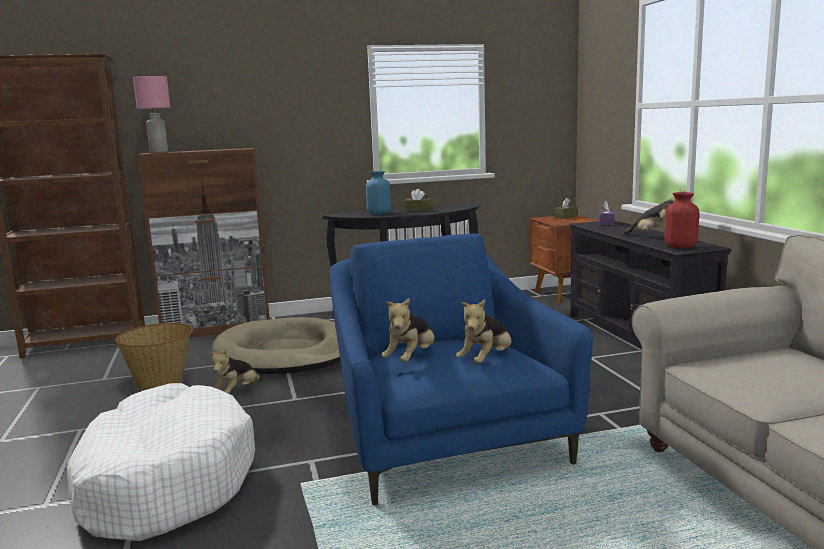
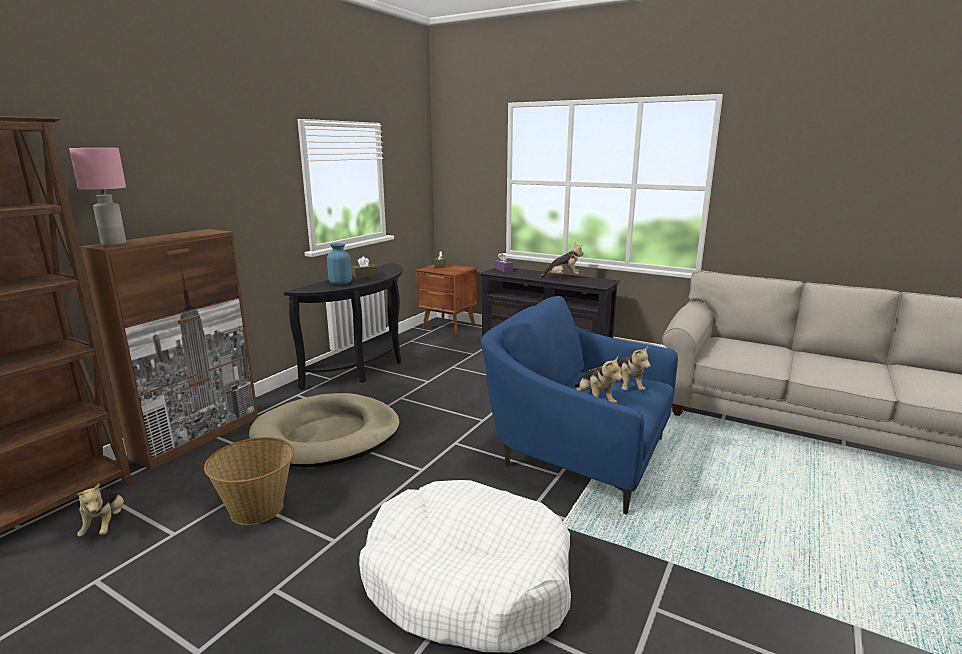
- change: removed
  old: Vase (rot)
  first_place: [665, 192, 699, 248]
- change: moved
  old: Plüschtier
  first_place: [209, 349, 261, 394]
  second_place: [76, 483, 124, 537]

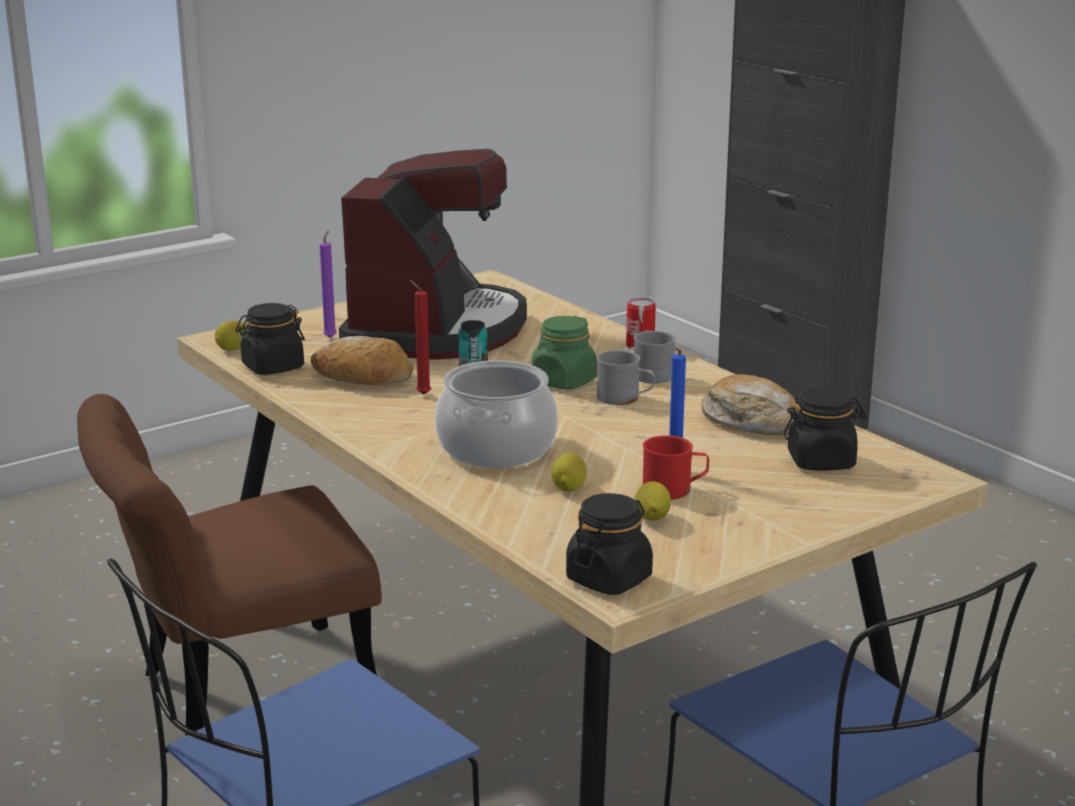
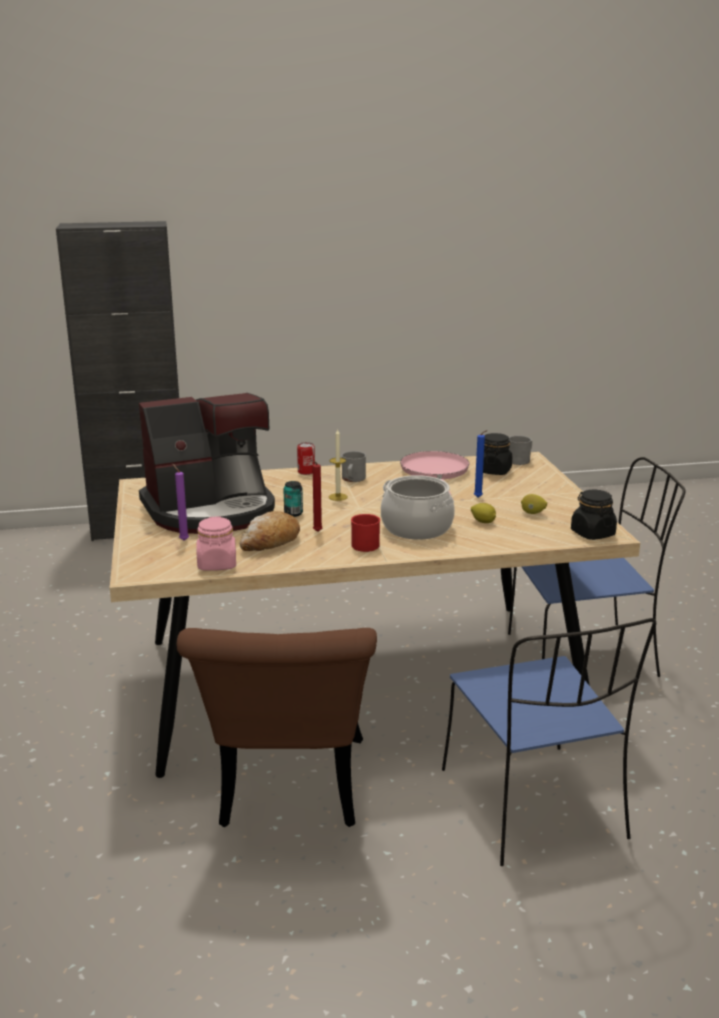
- change: turned
  old: Kaffeemaschine
  first_place: [339, 149, 527, 360]
  second_place: [139, 393, 275, 534]
  degrees: 120
- change: recoloured
  old: Vorratsglas (schwarz)
  new: Vorratsglas (rosa)
  first_place: [236, 303, 305, 375]
  second_place: [196, 516, 236, 571]
- change: replaced
  old: Vorratsglas (grün)
  new: Kerze
  first_place: [532, 316, 597, 390]
  second_place: [329, 428, 348, 501]
- change: removed
  old: Zitrone
  first_place: [215, 320, 248, 351]
- change: moved
  old: Henkelbecher (grau)
  first_place: [597, 350, 655, 405]
  second_place: [509, 435, 532, 465]
- change: replaced
  old: Brot
  new: Pfanne (rosa)
  first_place: [701, 374, 799, 435]
  second_place: [400, 451, 470, 495]
- change: moved
  old: Henkelbecher (rot)
  first_place: [643, 435, 709, 500]
  second_place: [351, 514, 380, 552]

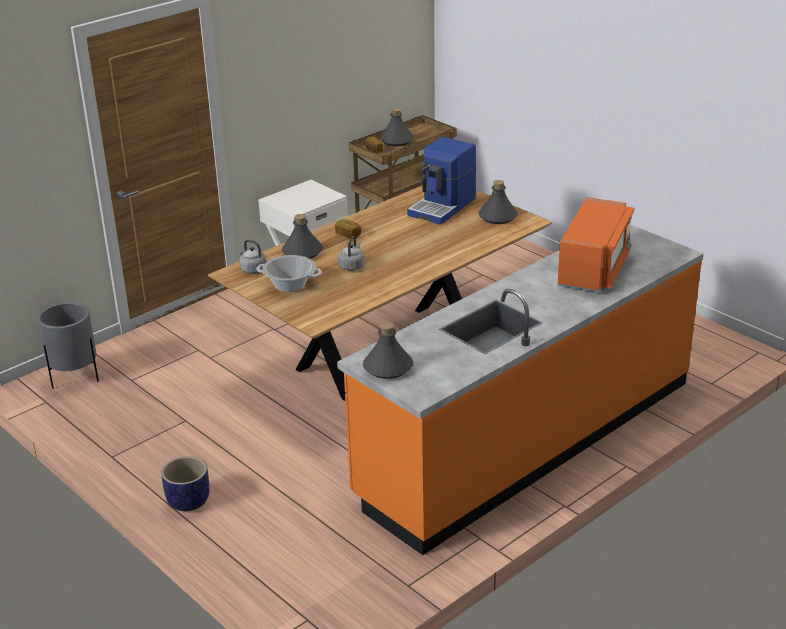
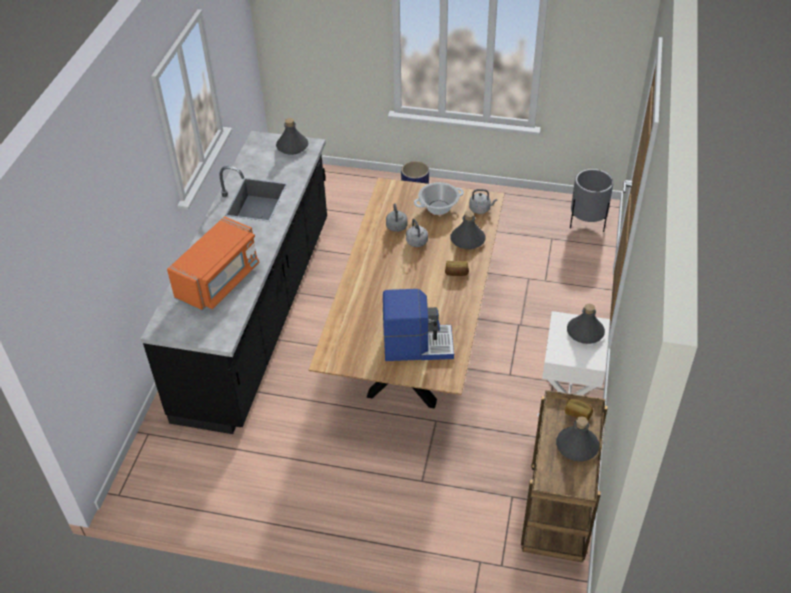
- change: turned
  old: Kaffeemaschine
  first_place: [407, 137, 476, 225]
  second_place: [383, 289, 454, 361]
  degrees: 90
- change: moved
  old: Flasche (grau)
  first_place: [478, 180, 518, 224]
  second_place: [567, 304, 605, 344]
- change: turned
  old: Mikrowelle (orange)
  first_place: [558, 197, 634, 292]
  second_place: [167, 216, 259, 311]
  degrees: -135
- change: recoloured
  old: Küchenzeile (orange)
  new: Küchenzeile (schwarz)
  first_place: [337, 225, 703, 555]
  second_place: [141, 131, 327, 434]
- change: added
  new: Wasserkessel (grau)
  second_place: [386, 203, 408, 232]

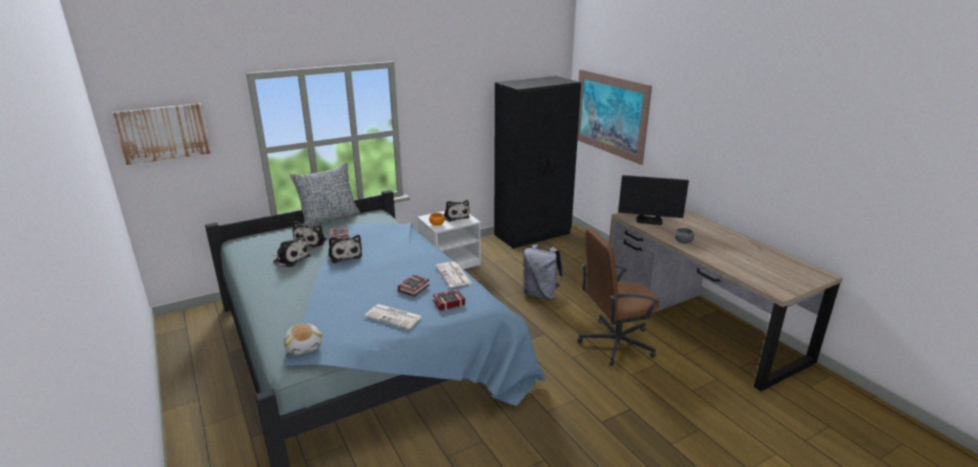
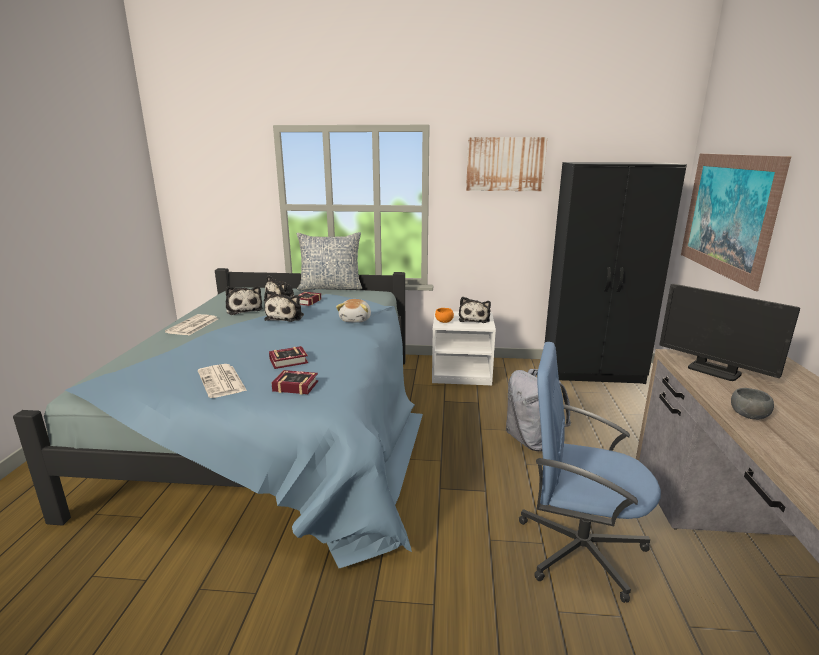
- change: moved
  old: Bild
  first_place: [112, 103, 212, 165]
  second_place: [466, 137, 547, 191]
- change: recoloured
  old: Bürostuhl (braun)
  new: Bürostuhl (blau)
  first_place: [578, 228, 660, 366]
  second_place: [519, 342, 661, 603]
- change: moved
  old: Zeitung
  first_place: [435, 262, 472, 287]
  second_place: [165, 314, 218, 335]
- change: moved
  old: Plüschtier
  first_place: [284, 323, 323, 355]
  second_place: [336, 299, 371, 323]

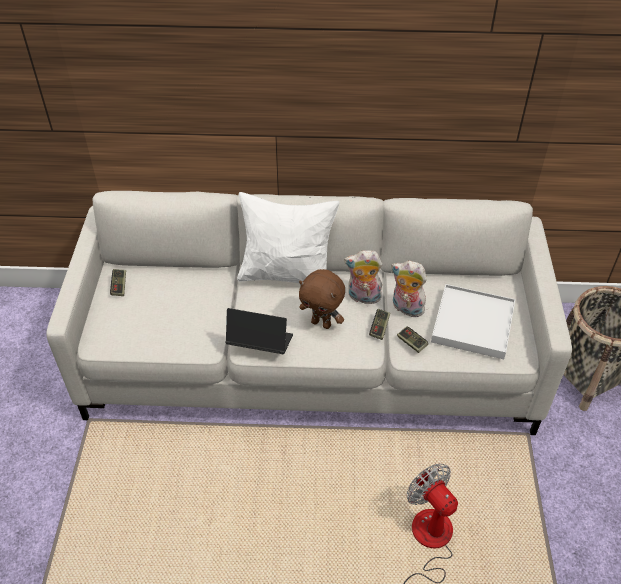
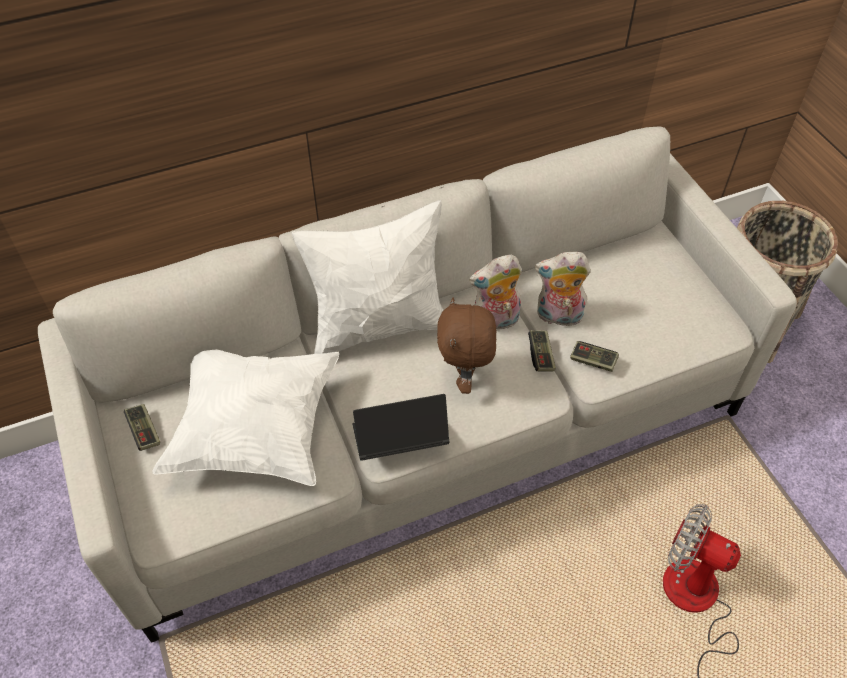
- change: turned
  old: Plüschtier (braun)
  first_place: [299, 269, 345, 329]
  second_place: [437, 298, 496, 394]
  degrees: 90
- change: removed
  old: Tablett (weiß)
  first_place: [431, 284, 515, 359]
- change: added
  new: Kissen (weiß)
  second_place: [152, 349, 339, 486]

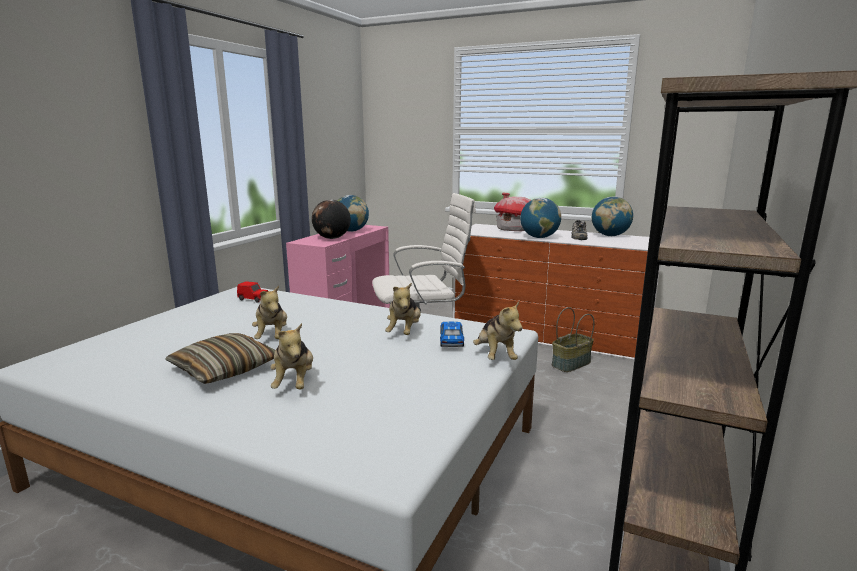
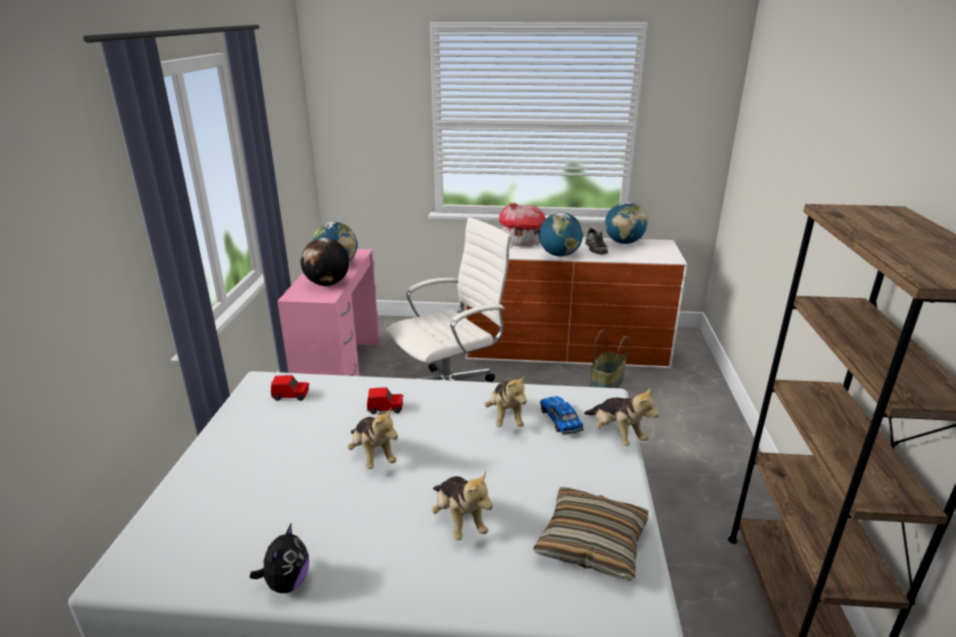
- change: moved
  old: Kissen
  first_place: [165, 333, 275, 384]
  second_place: [533, 487, 648, 581]
- change: added
  new: Spielzeugauto (rot)
  second_place: [367, 387, 403, 414]
- change: added
  new: Plüschtier
  second_place: [250, 524, 309, 593]

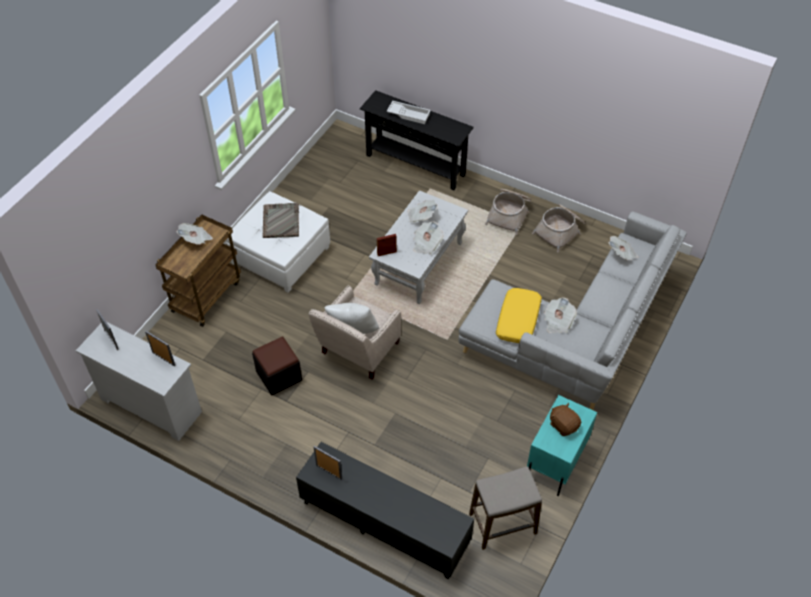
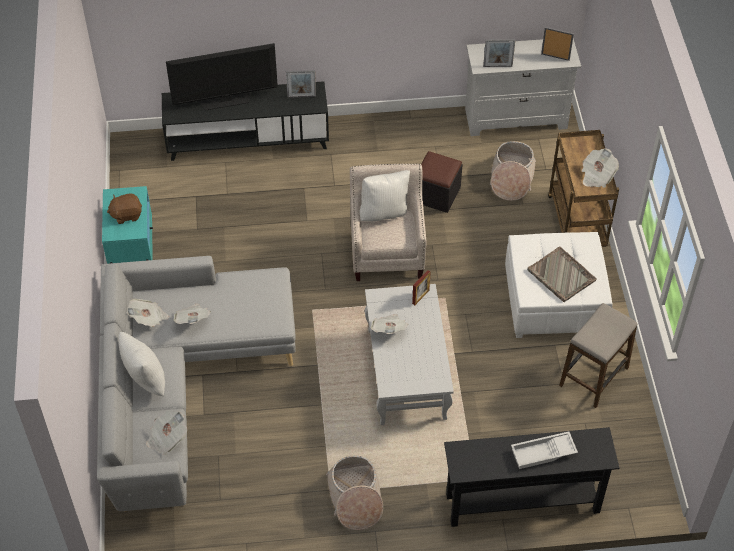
- change: moved
  old: Zeitung
  first_place: [407, 200, 438, 222]
  second_place: [127, 299, 169, 327]
- change: moved
  old: Korb
  first_place: [532, 204, 586, 253]
  second_place: [490, 141, 536, 201]
- change: removed
  old: Kissen (gelb)
  first_place: [496, 288, 542, 343]
- change: turned
  old: Plüschtier (braun)
  first_place: [550, 403, 581, 436]
  second_place: [107, 193, 142, 224]
  degrees: 150
- change: moved
  old: Hocker
  first_place: [469, 466, 542, 550]
  second_place: [559, 303, 637, 408]
- change: added
  new: Fernseher
  second_place: [166, 43, 278, 110]
- change: added
  new: Kissen (weiß)
  second_place: [118, 332, 165, 396]

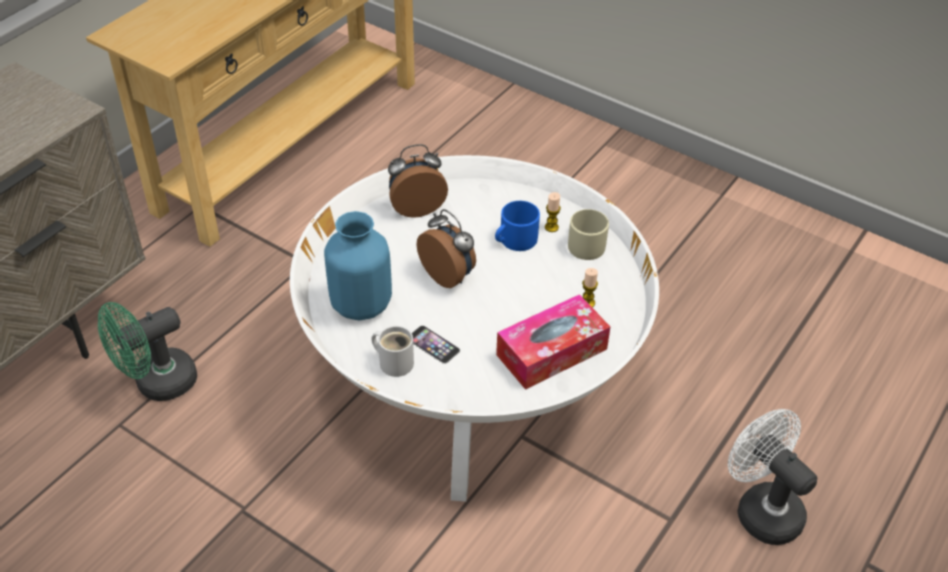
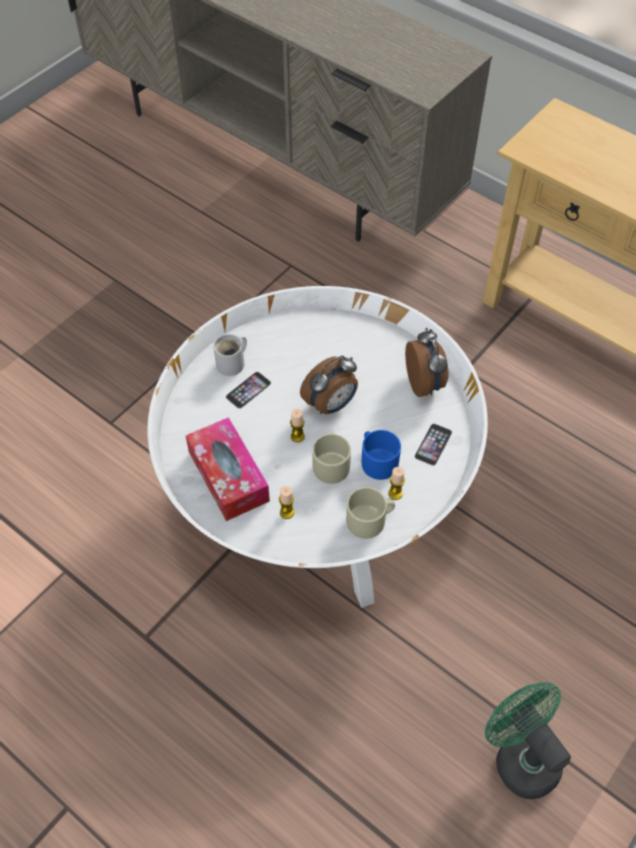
- change: removed
  old: Vase (blau)
  first_place: [324, 211, 392, 320]
- change: moved
  old: Ventilator (grün)
  first_place: [98, 302, 197, 401]
  second_place: [485, 682, 571, 799]
- change: removed
  old: Ventilator (weiß)
  first_place: [728, 409, 817, 545]
- change: added
  new: Kerze
  second_place: [290, 409, 305, 442]
- change: added
  new: Handy
  second_place: [415, 424, 452, 466]
- change: added
  new: Henkelbecher (beige)
  second_place: [312, 432, 351, 484]

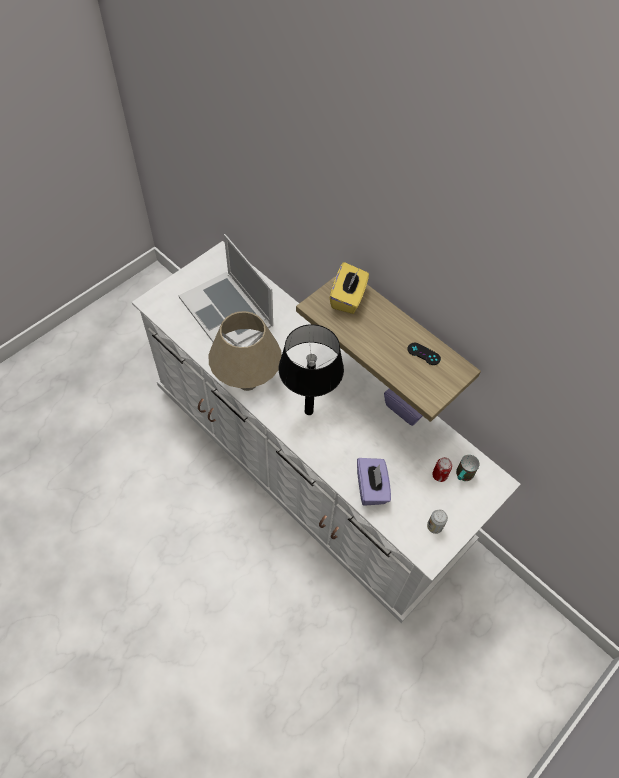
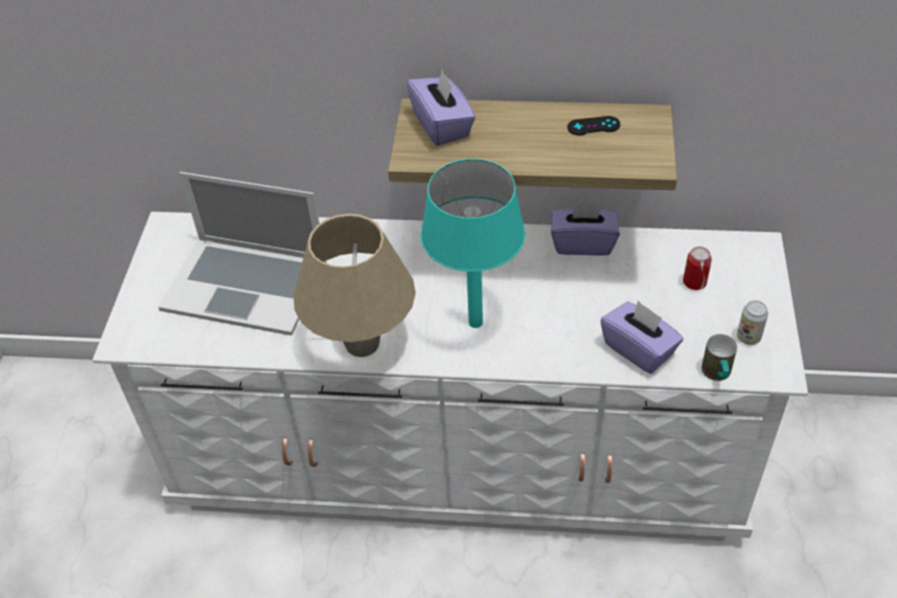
- change: recoloured
  old: Taschentuchbox (gelb)
  new: Taschentuchbox (lila)
  first_place: [330, 262, 369, 314]
  second_place: [407, 70, 475, 146]
- change: recoloured
  old: Tischlampe (schwarz)
  new: Tischlampe (türkis)
  first_place: [279, 324, 344, 415]
  second_place: [421, 159, 525, 328]
- change: moved
  old: Henkelbecher
  first_place: [456, 455, 480, 481]
  second_place: [701, 334, 737, 381]

